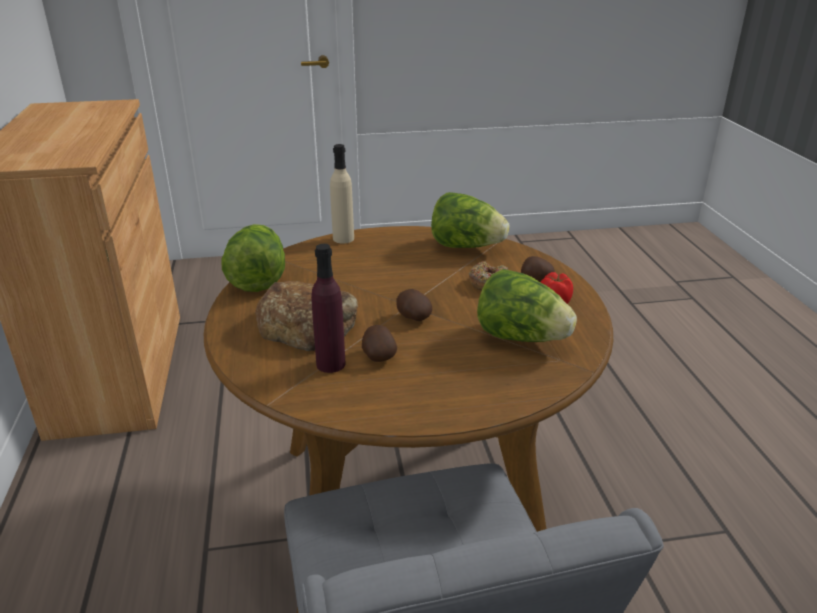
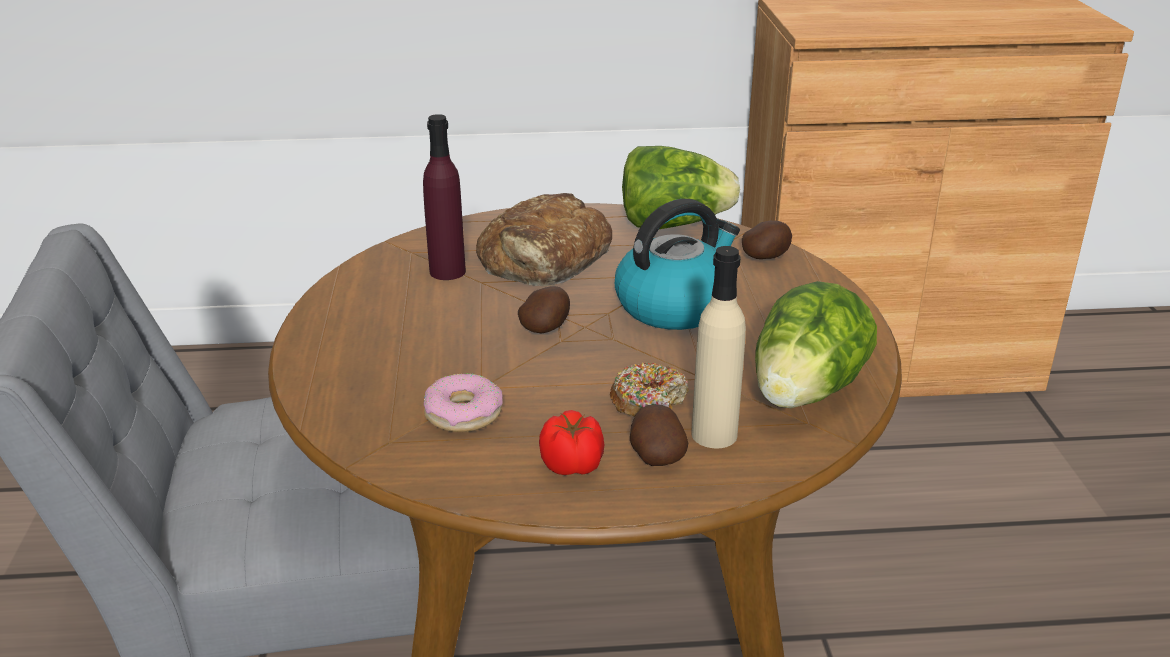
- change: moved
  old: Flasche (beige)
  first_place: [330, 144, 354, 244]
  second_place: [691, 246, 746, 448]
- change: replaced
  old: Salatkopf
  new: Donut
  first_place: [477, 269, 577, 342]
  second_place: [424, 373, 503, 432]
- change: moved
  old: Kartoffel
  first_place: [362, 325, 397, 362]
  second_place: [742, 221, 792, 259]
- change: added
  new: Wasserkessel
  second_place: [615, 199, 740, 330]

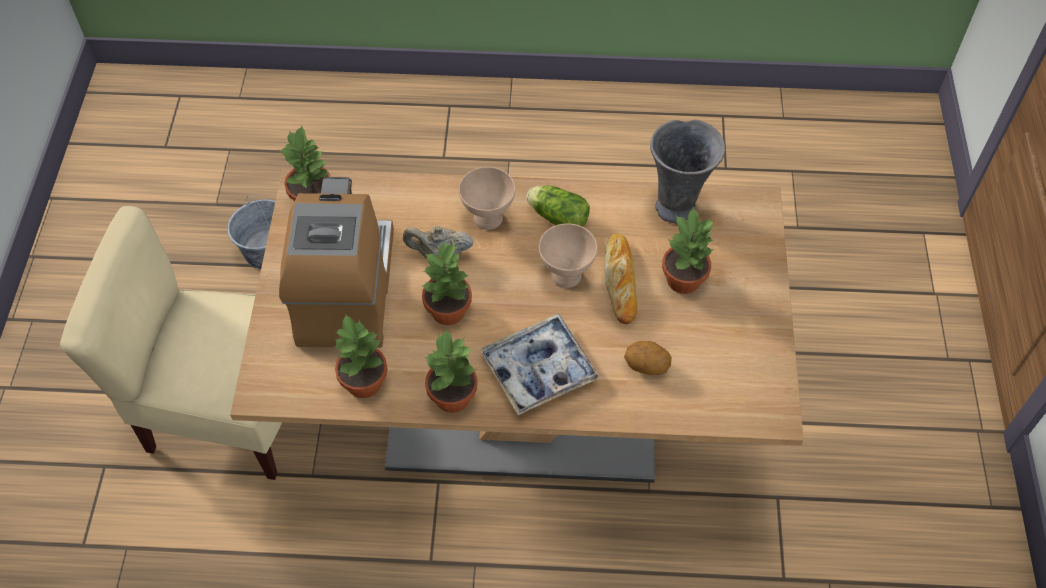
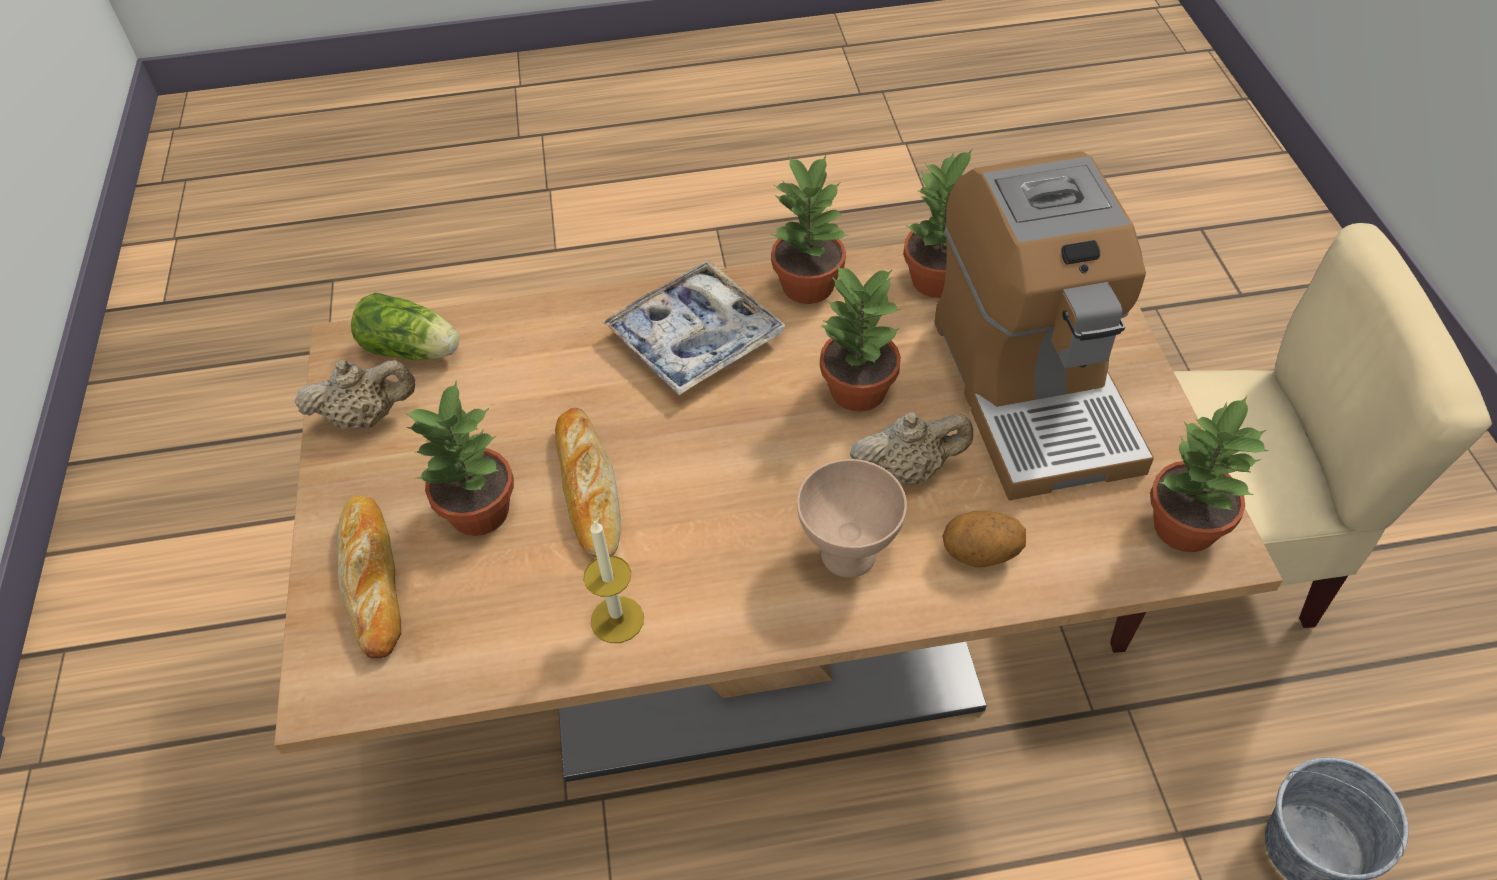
- change: removed
  old: Vase (grau)
  first_place: [650, 120, 725, 223]
- change: moved
  old: Salatkopf
  first_place: [526, 185, 590, 227]
  second_place: [351, 293, 459, 360]
- change: removed
  old: Schüssel (beige)
  first_place: [539, 223, 597, 288]
- change: moved
  old: Kartoffel
  first_place: [624, 341, 672, 375]
  second_place: [942, 511, 1026, 567]
- change: added
  new: Teekanne (beige)
  second_place: [295, 359, 415, 430]
- change: added
  new: Brot
  second_place: [337, 496, 401, 658]
- change: added
  new: Kerze
  second_place: [583, 519, 644, 643]

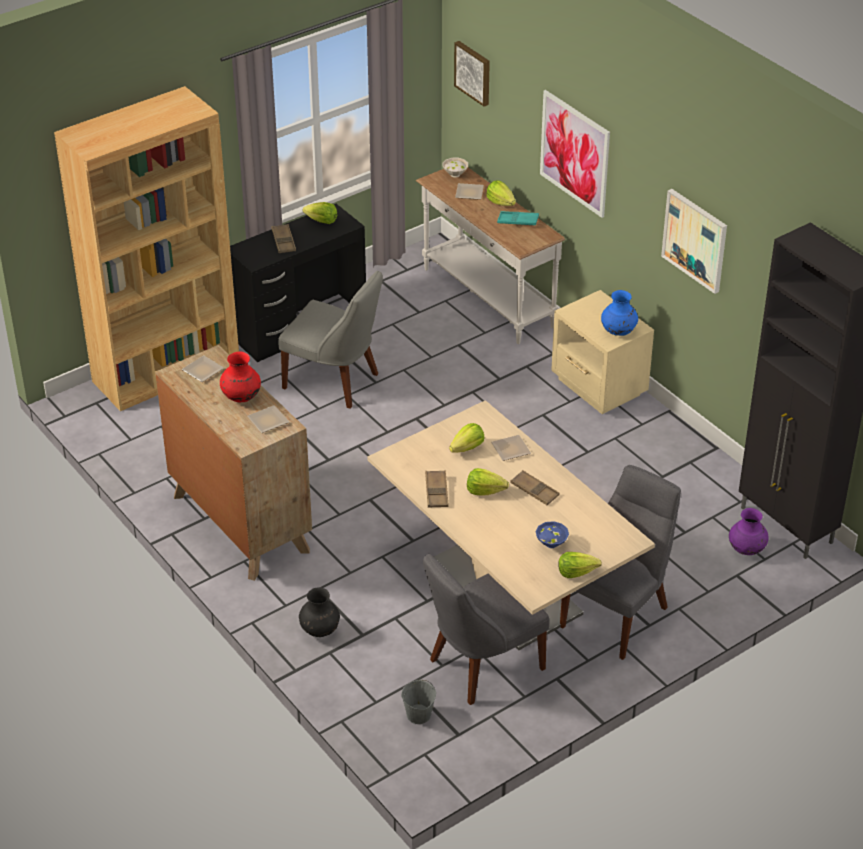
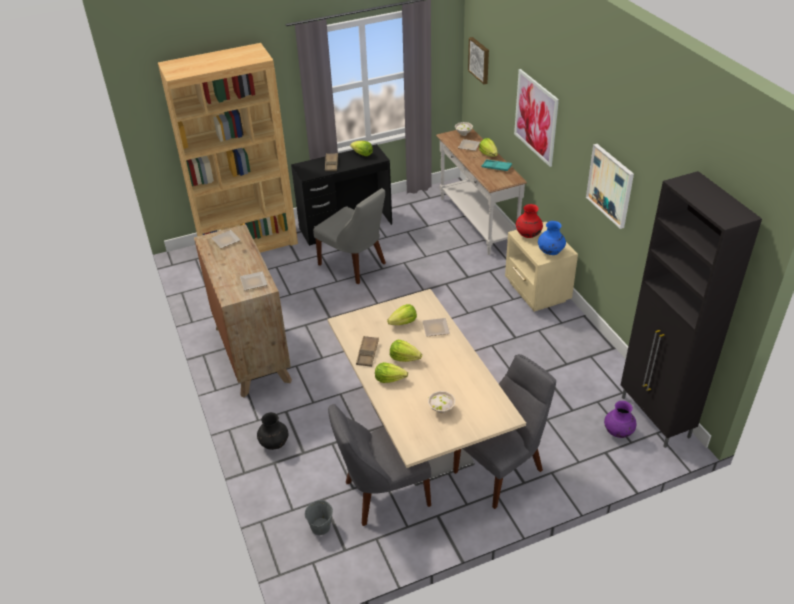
- change: moved
  old: Vase (rot)
  first_place: [220, 352, 261, 402]
  second_place: [516, 204, 543, 238]
- change: removed
  old: Tablett (braun)
  first_place: [510, 470, 560, 505]
- change: recoloured
  old: Schüssel (blau)
  new: Schüssel (weiß)
  first_place: [535, 521, 569, 548]
  second_place: [428, 391, 455, 413]
- change: moved
  old: Salatkopf
  first_place: [558, 552, 602, 578]
  second_place: [375, 362, 408, 383]

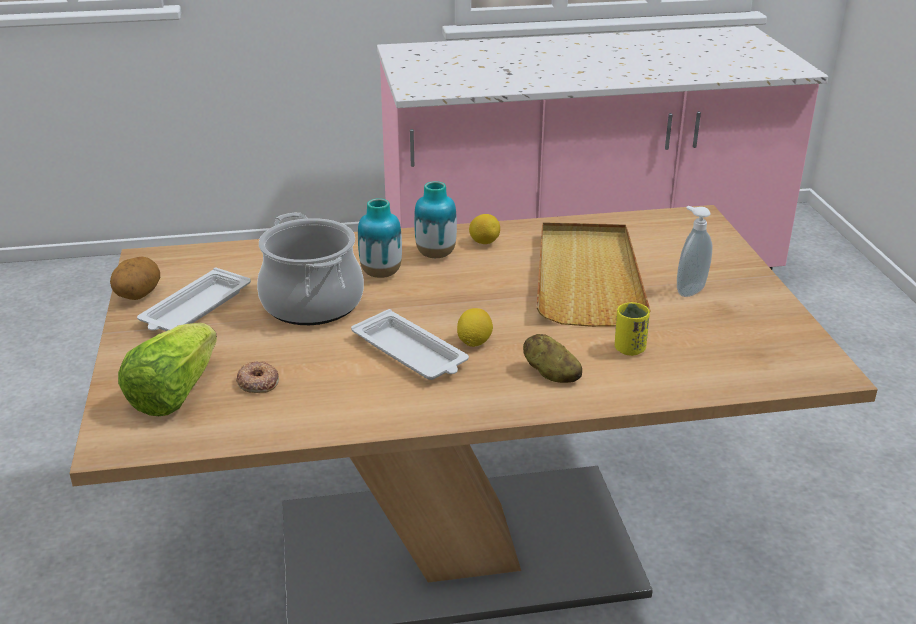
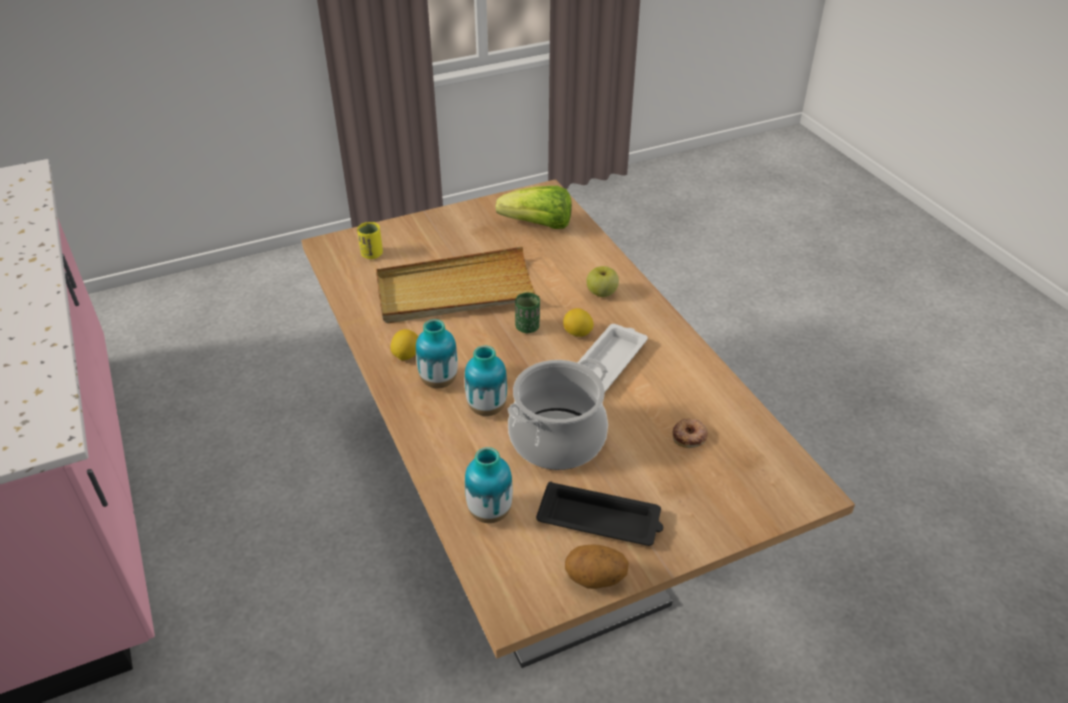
- change: removed
  old: Seifenspender
  first_place: [677, 206, 712, 297]
- change: recoloured
  old: Tablett (weiß)
  new: Tablett (schwarz)
  first_place: [137, 268, 251, 331]
  second_place: [536, 482, 663, 546]
- change: moved
  old: Tasse (gelb)
  first_place: [615, 302, 650, 356]
  second_place: [357, 222, 383, 259]
- change: moved
  old: Salatkopf
  first_place: [118, 323, 217, 416]
  second_place: [496, 186, 572, 229]
- change: replaced
  old: Kartoffel
  new: Apfel
  first_place: [523, 334, 582, 383]
  second_place: [586, 266, 619, 297]
- change: added
  new: Tasse (grün)
  second_place: [515, 293, 540, 333]
- change: added
  new: Vase
  second_place: [465, 447, 513, 523]

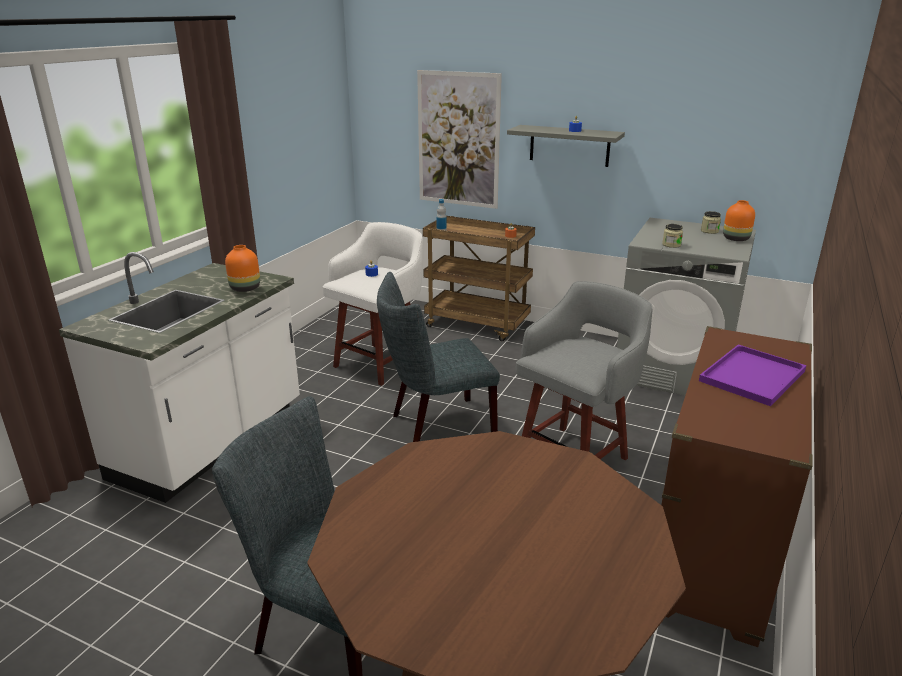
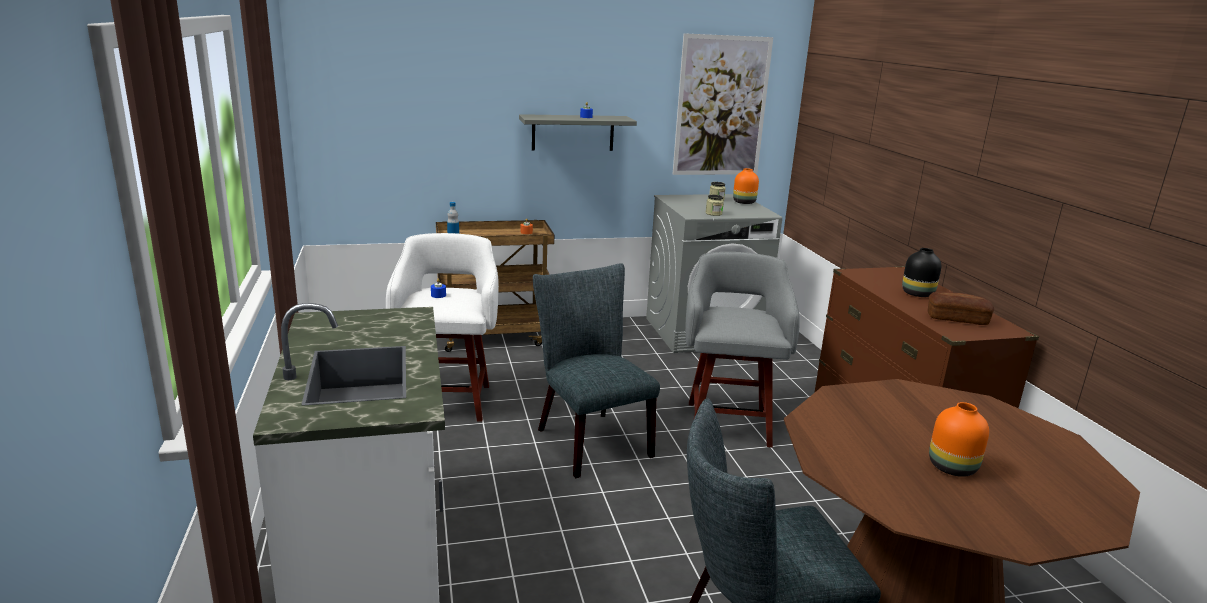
- change: moved
  old: Bild
  first_place: [417, 70, 502, 209]
  second_place: [673, 33, 773, 175]
- change: moved
  old: Vase (orange)
  first_place: [225, 245, 260, 292]
  second_place: [929, 402, 989, 477]
- change: turned
  old: Stuhl (grau)
  first_place: [377, 272, 500, 442]
  second_place: [533, 263, 660, 478]
  degrees: 120
- change: replaced
  old: Tablett (lila)
  new: Vase (schwarz)
  first_place: [699, 345, 806, 406]
  second_place: [902, 248, 941, 297]
- change: added
  new: Brot
  second_place: [928, 292, 994, 325]

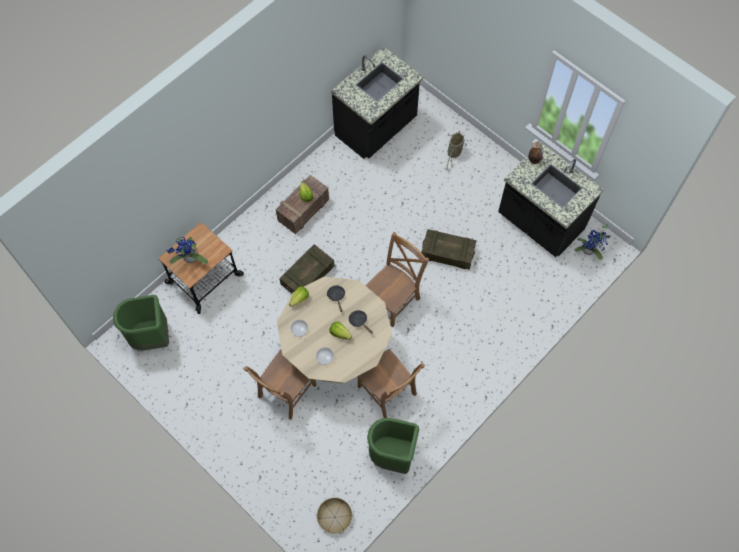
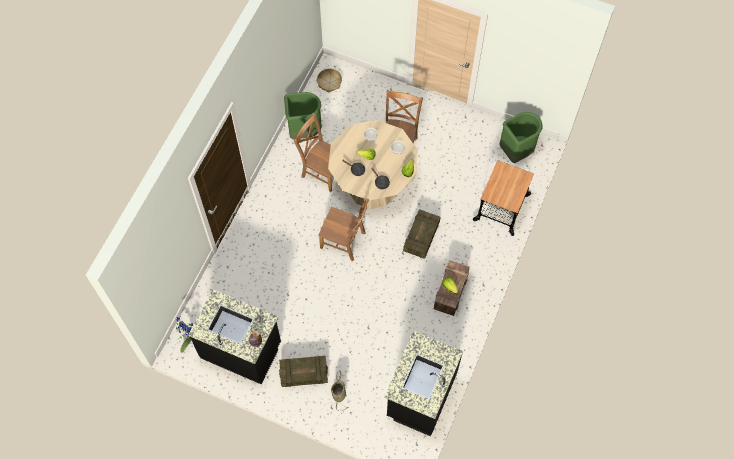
- change: moved
  old: Kiste
  first_place: [421, 229, 476, 270]
  second_place: [279, 356, 328, 387]
- change: turned
  old: Stuhl (braun)
  first_place: [365, 232, 429, 327]
  second_place: [318, 199, 369, 261]
  degrees: -90
- change: removed
  old: Topfpflanze
  first_place: [166, 237, 208, 264]

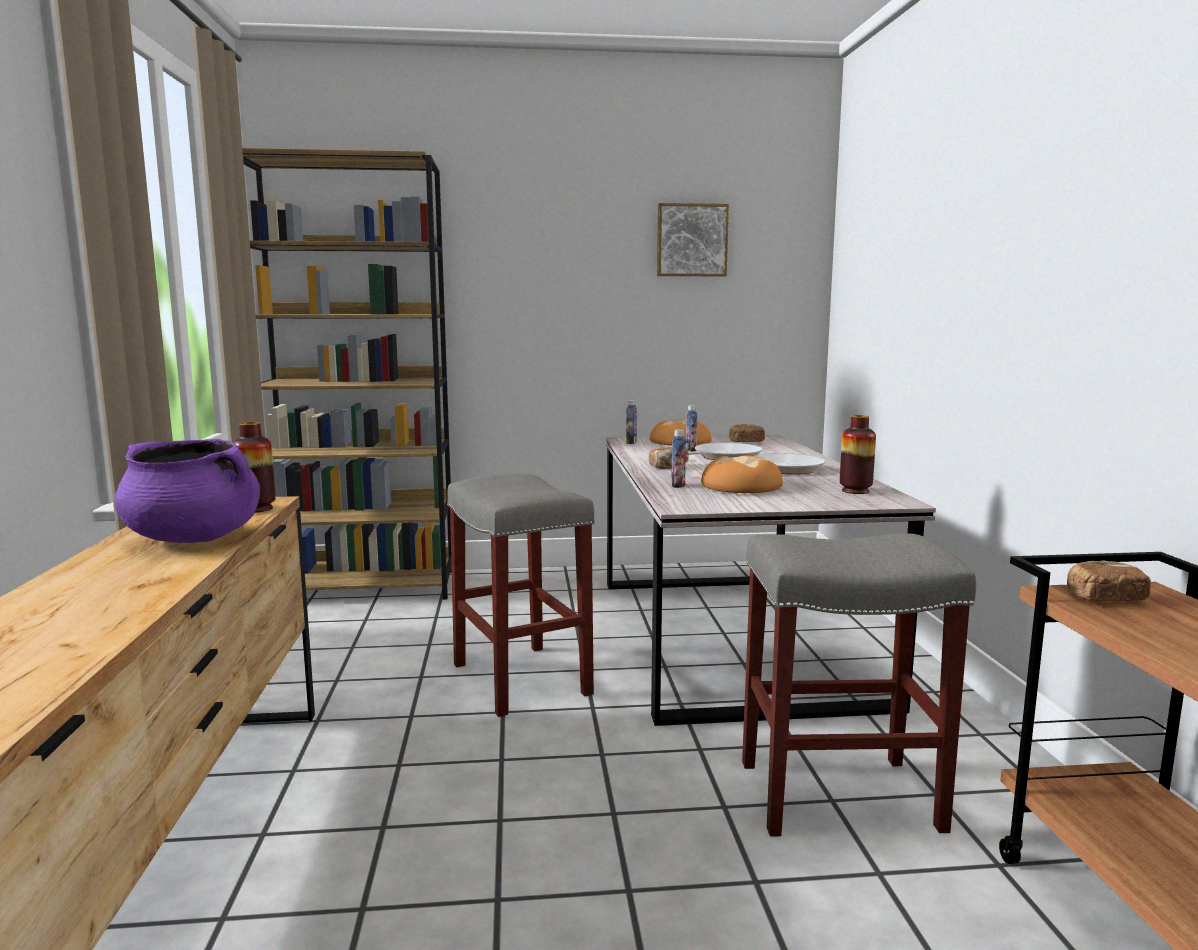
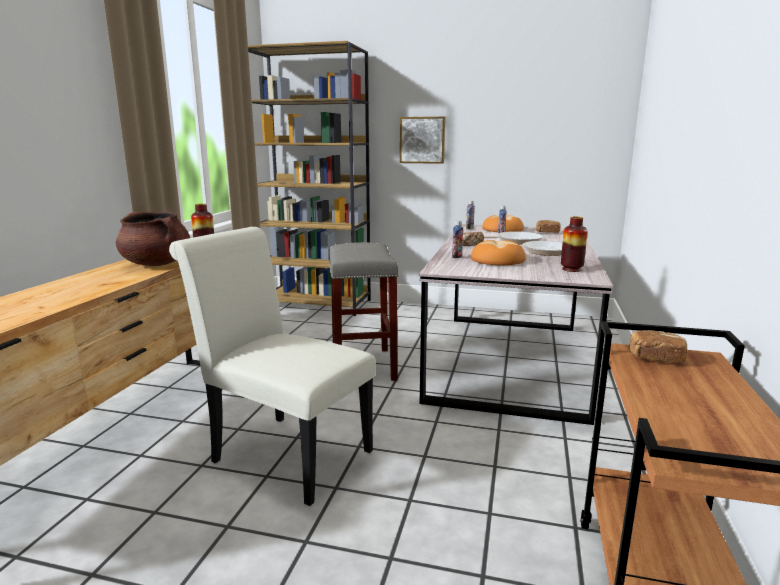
- change: moved
  old: Bild
  first_place: [657, 203, 729, 276]
  second_place: [400, 117, 445, 164]
- change: recoloured
  old: Kochtopf (lila)
  new: Kochtopf (braun)
  first_place: [115, 439, 260, 543]
  second_place: [116, 212, 190, 266]
- change: removed
  old: Hocker (grau)
  first_place: [742, 533, 976, 837]
- change: added
  new: Stuhl (weiß)
  second_place: [169, 227, 376, 506]

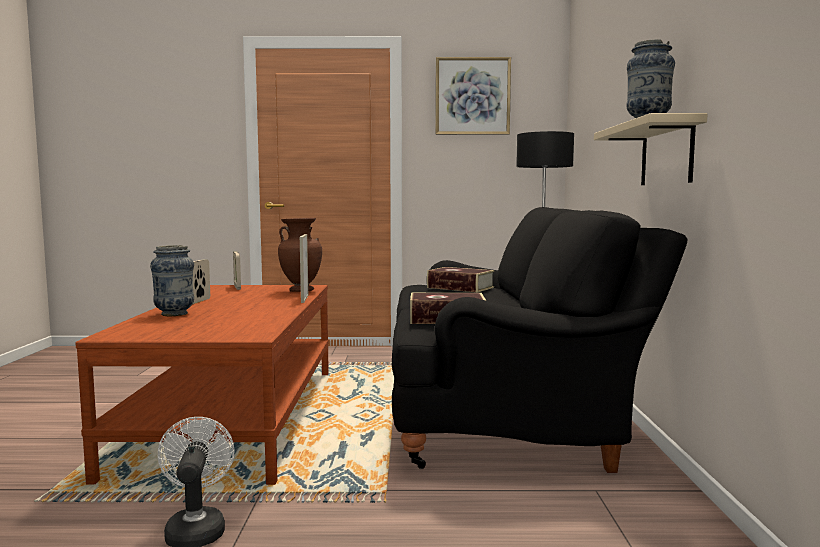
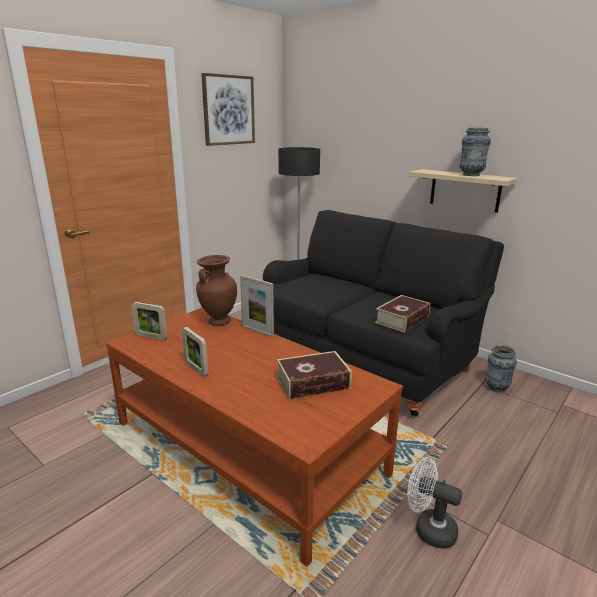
- change: moved
  old: Vase
  first_place: [150, 245, 194, 316]
  second_place: [485, 345, 517, 392]
- change: moved
  old: Buch
  first_place: [427, 267, 494, 292]
  second_place: [277, 351, 352, 399]

